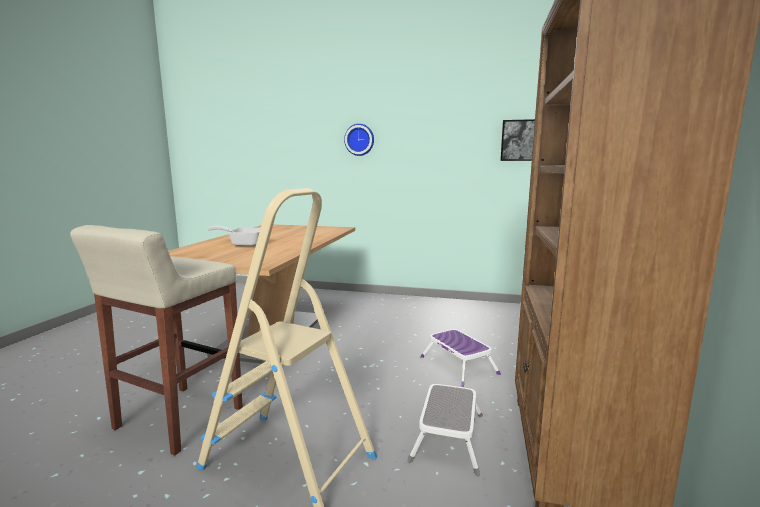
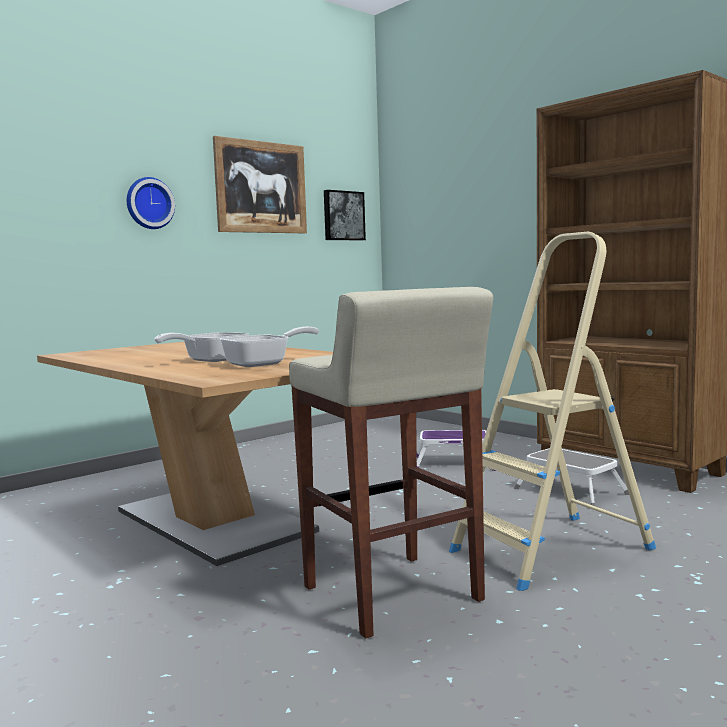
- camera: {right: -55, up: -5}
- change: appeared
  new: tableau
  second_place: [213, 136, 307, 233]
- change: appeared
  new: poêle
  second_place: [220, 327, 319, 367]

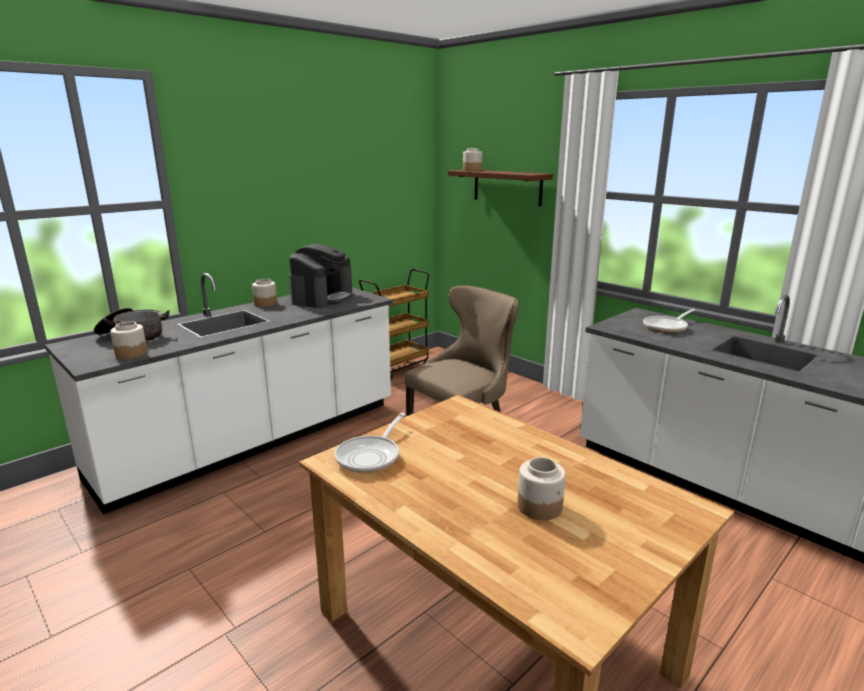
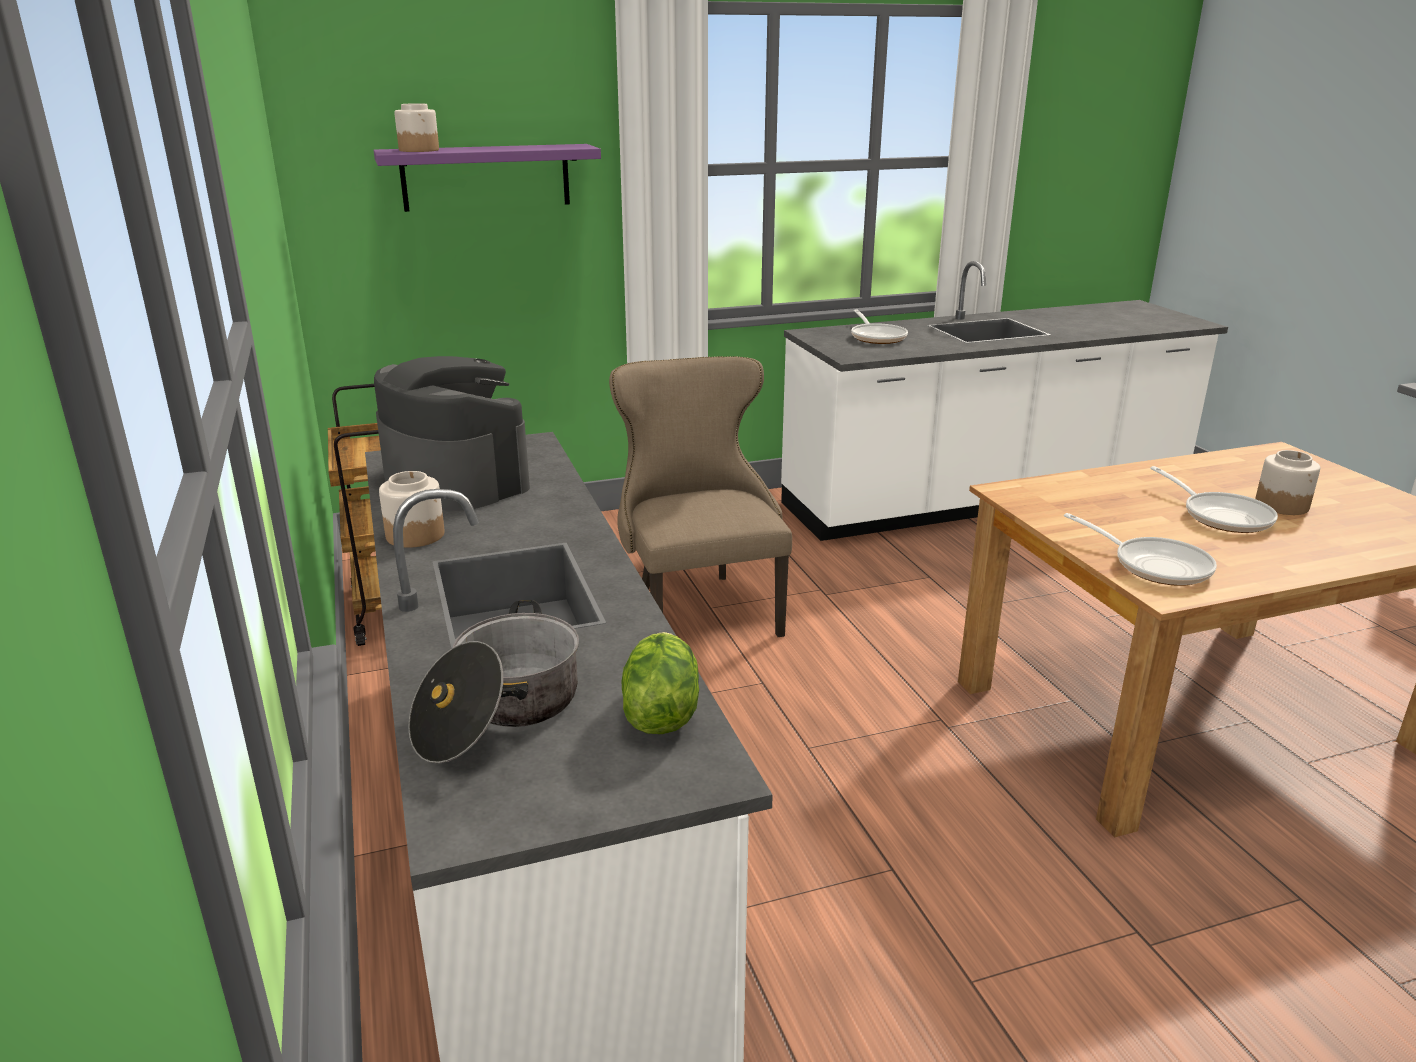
- camera: {right: -65, up: 5}
- change: colour
  old: étagère/marron
  new: étagère/violet
  first_place: [448, 170, 553, 206]
  second_place: [374, 144, 601, 212]
- change: exchanged
  old: bocal
  new: laitue
  first_place: [110, 321, 147, 359]
  second_place: [622, 632, 699, 734]
- change: appeared
  new: poêle
  second_place: [1150, 466, 1278, 533]

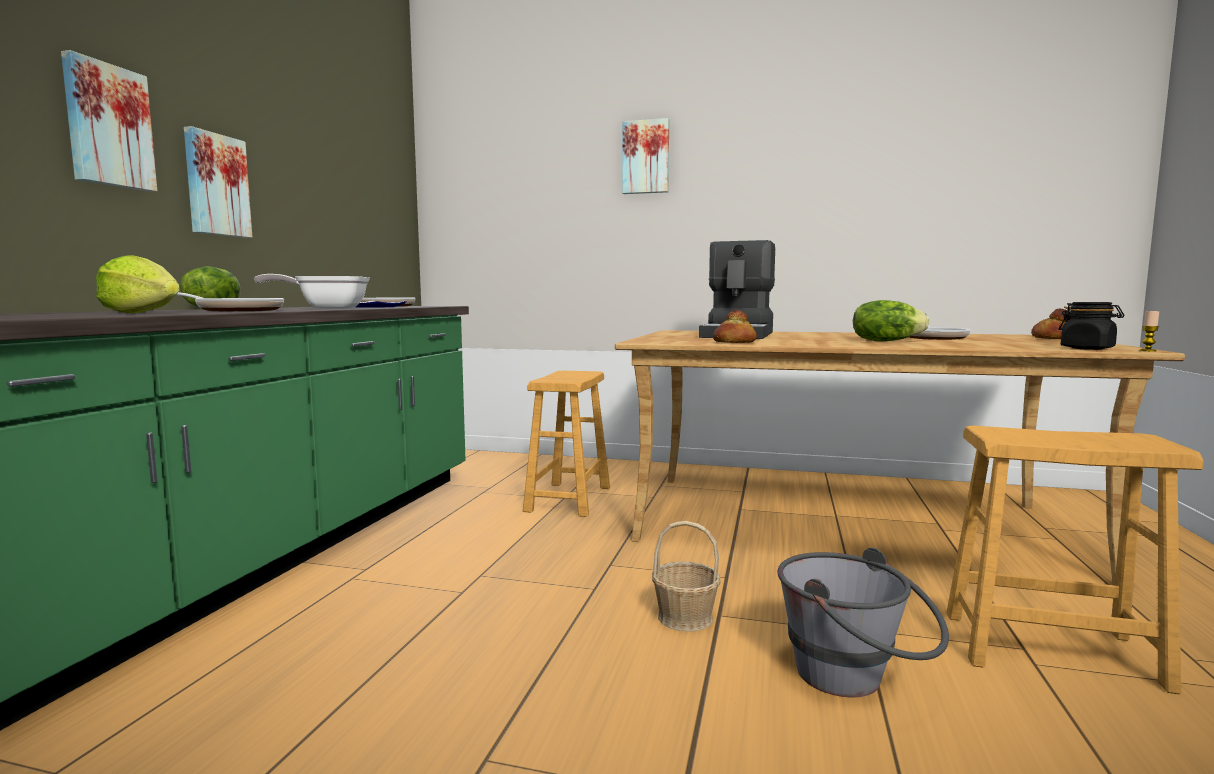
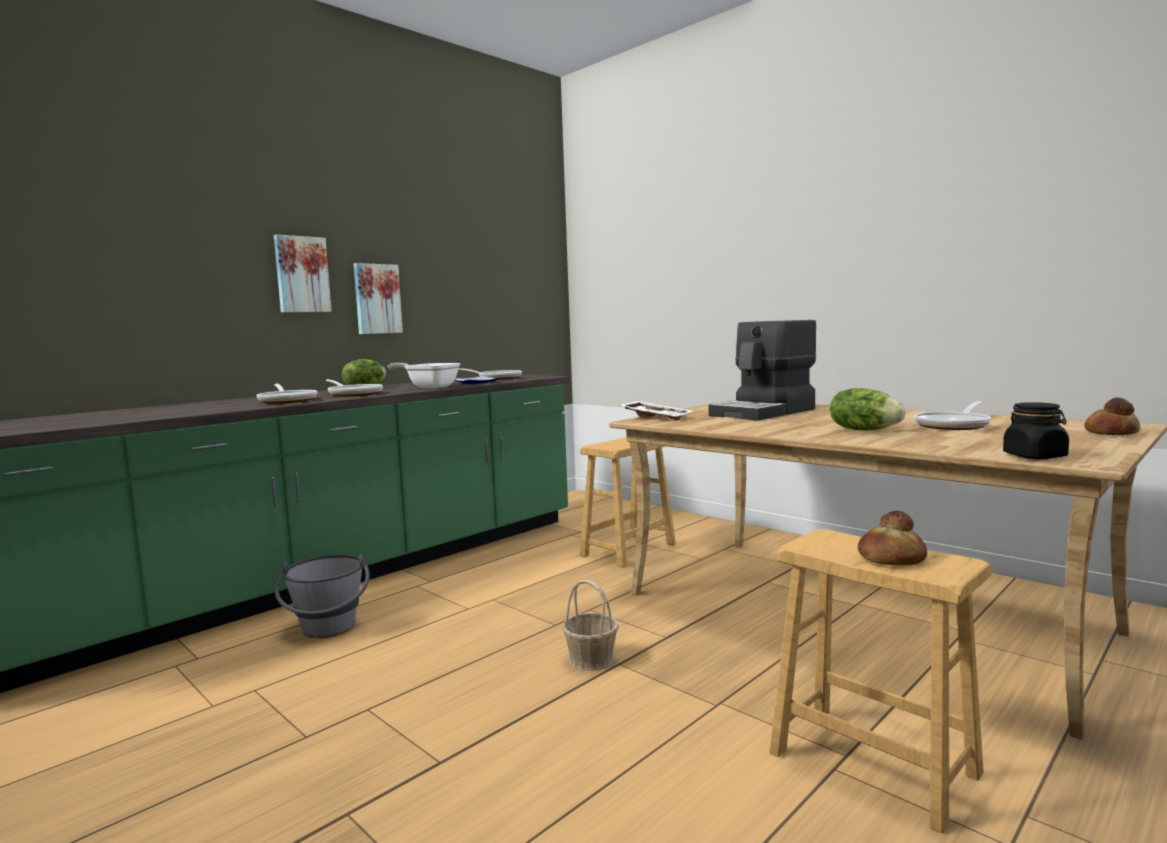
- camera: {right: 30, up: 0}
- change: exchanged
  old: laitue
  new: poêle
  first_place: [96, 255, 180, 313]
  second_place: [257, 384, 317, 404]
- change: relocated
  old: seau/gris
  first_place: [778, 548, 949, 698]
  second_place: [274, 554, 370, 638]
- change: appeared
  new: plateau/blanc
  second_place: [620, 401, 692, 421]
- change: relocated
  old: pain
  first_place: [713, 310, 757, 343]
  second_place: [858, 511, 927, 566]
- change: missing
  old: tableau
  first_place: [622, 118, 669, 194]
- change: missing
  old: bougie
  first_place: [1140, 310, 1160, 351]

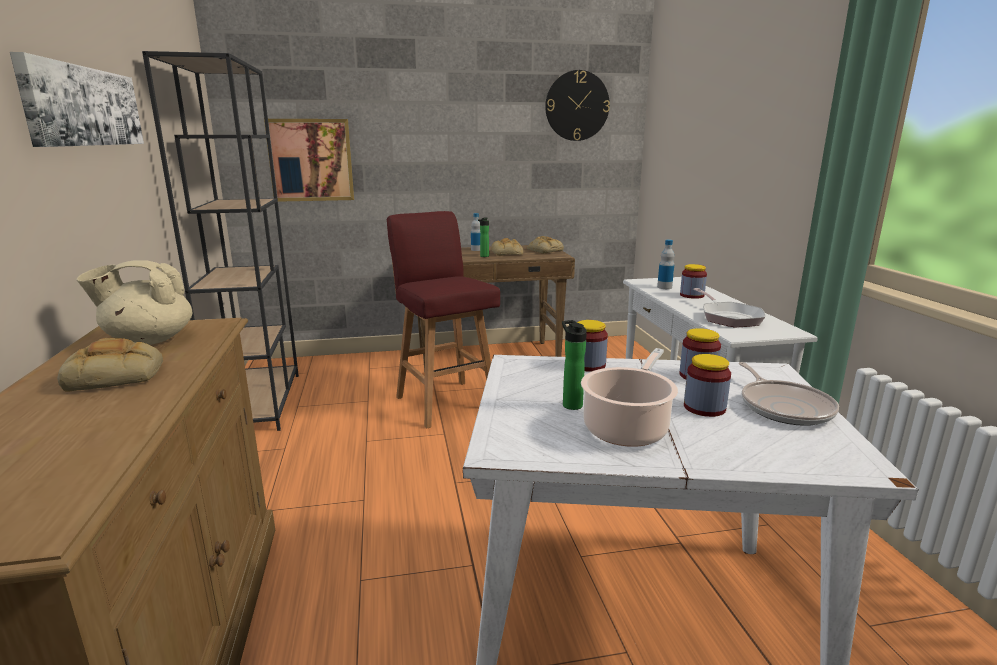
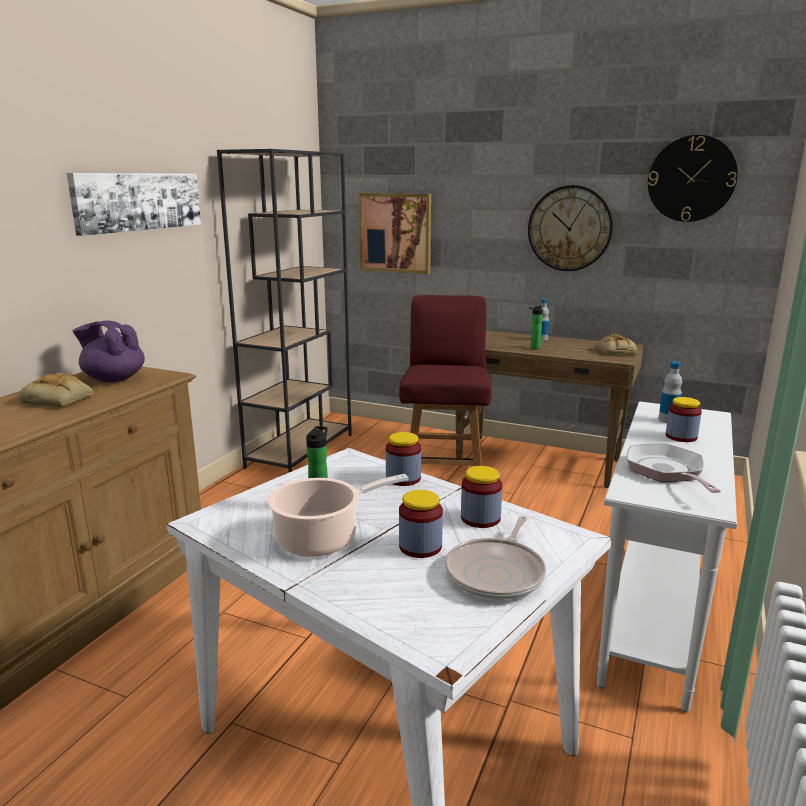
- camera: {right: 35, up: 0}
- change: colour
  old: théière/beige
  new: théière/violet
  first_place: [77, 260, 192, 345]
  second_place: [73, 320, 145, 383]
- change: appeared
  new: horloge murale
  second_place: [528, 185, 613, 271]
- change: spun
  old: poêle
  first_place: [693, 288, 765, 327]
  second_place: [626, 443, 721, 493]
  degrees: 150
- change: missing
  old: pain
  first_place: [491, 238, 523, 256]

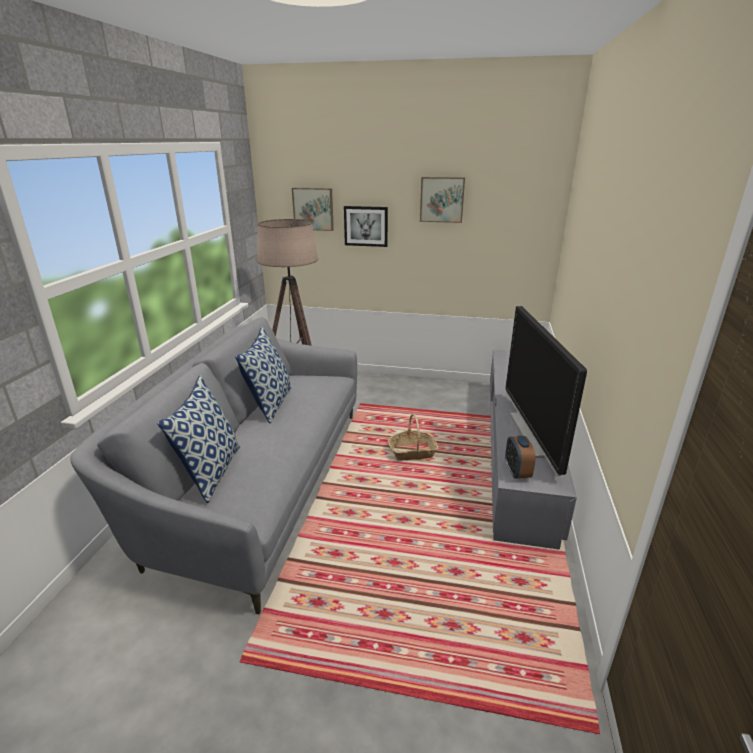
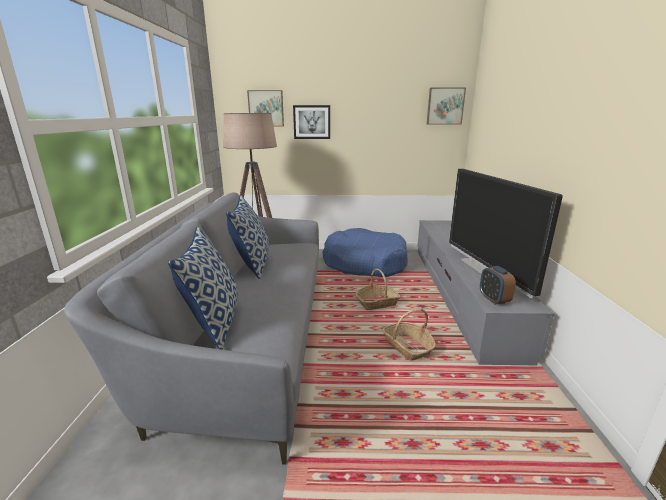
- camera: {right: -10, up: -5}
- change: appeared
  new: panier pour chien/bleu
  second_place: [322, 228, 408, 277]
- change: appeared
  new: panier
  second_place: [382, 309, 436, 361]
- change: relocated
  old: tableau
  first_place: [420, 177, 465, 223]
  second_place: [427, 88, 466, 125]

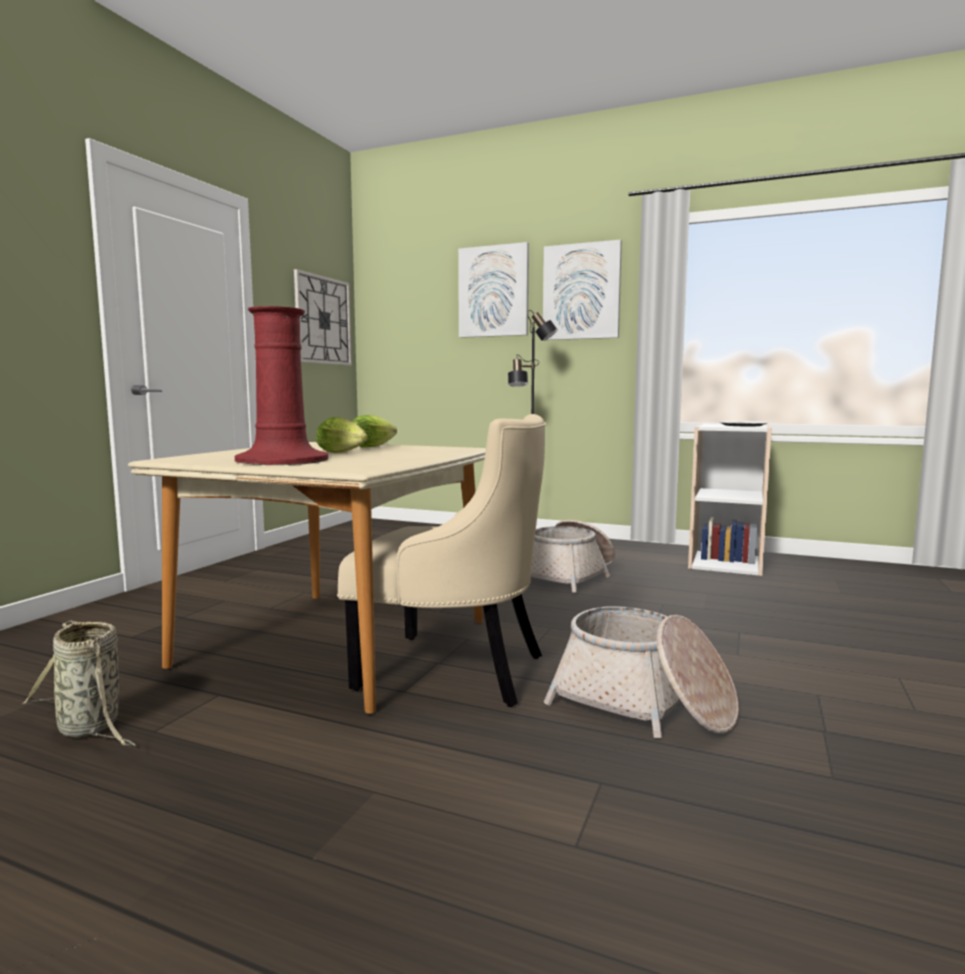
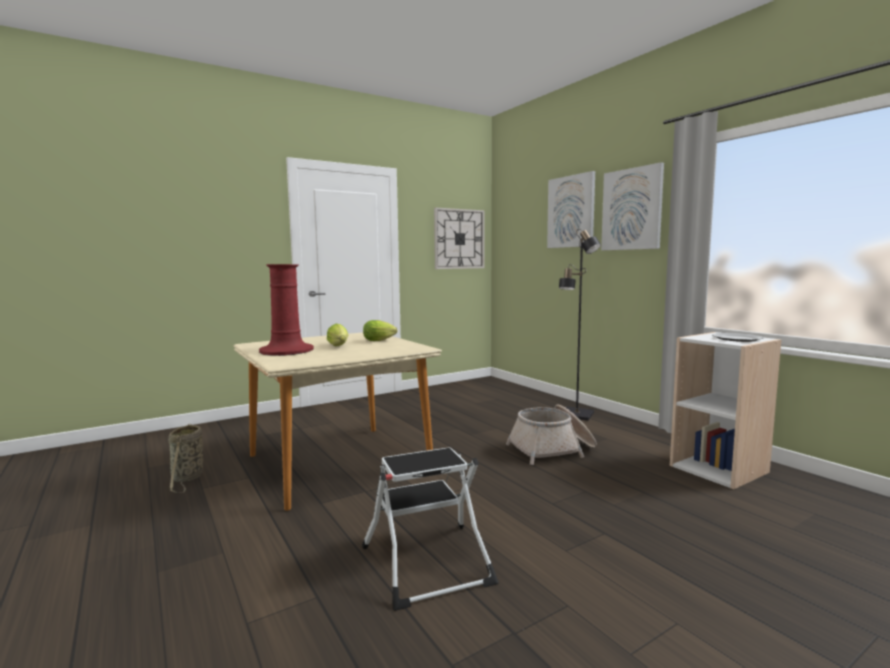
- camera: {right: 35, up: 0}
- change: exchanged
  old: panier
  new: escabeau
  first_place: [544, 606, 739, 738]
  second_place: [362, 448, 499, 611]
- change: missing
  old: chaise/beige
  first_place: [337, 414, 546, 707]

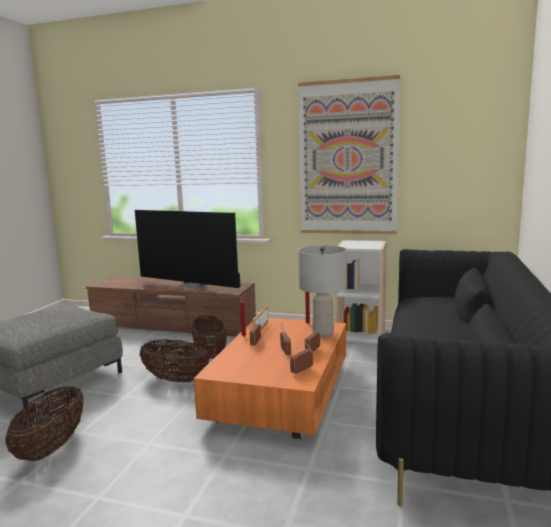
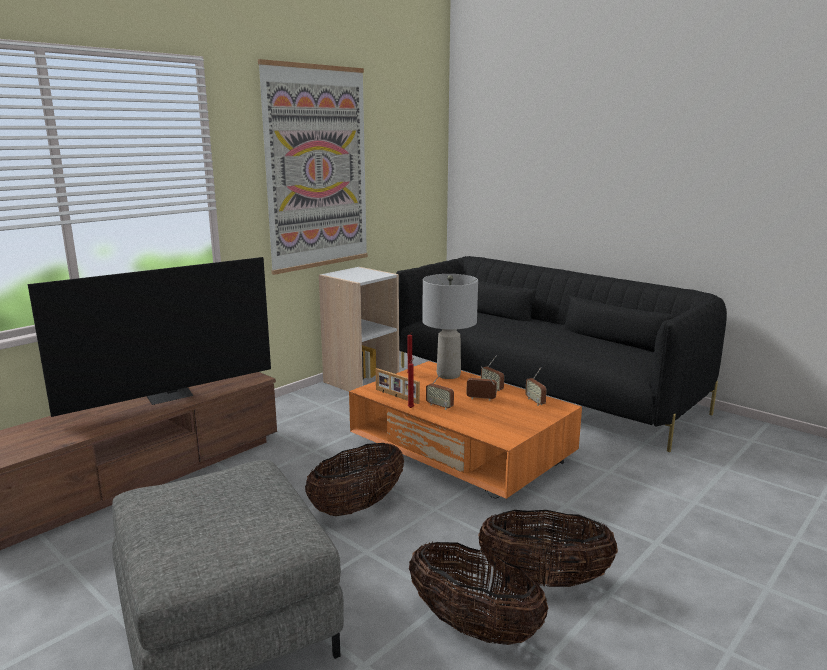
- camera: {right: -65, up: 5}
- change: relocated
  old: panier
  first_place: [192, 315, 227, 359]
  second_place: [478, 510, 618, 587]

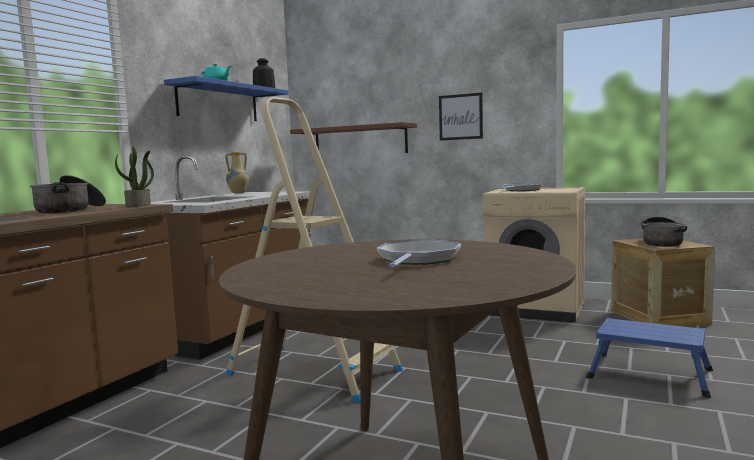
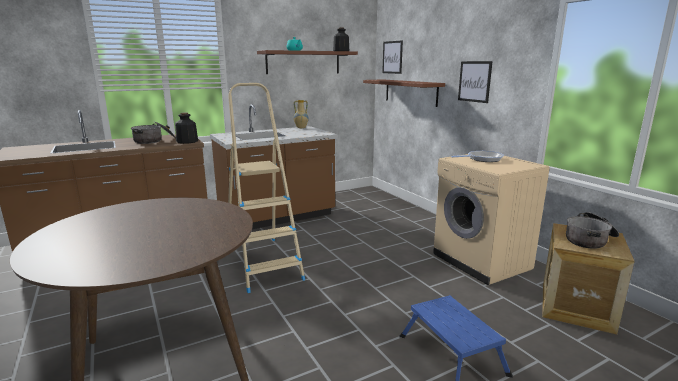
- camera: {right: 35, up: 10}
- change: exchanged
  old: plante en pot
  new: bouteille
  first_place: [115, 146, 154, 207]
  second_place: [175, 113, 198, 144]
- change: colour
  old: étagère/bleu
  new: étagère/marron
  first_place: [164, 76, 289, 121]
  second_place: [257, 50, 358, 74]
- change: appeared
  new: tableau
  second_place: [382, 40, 403, 74]
- change: missing
  old: poêle
  first_place: [377, 240, 461, 267]

